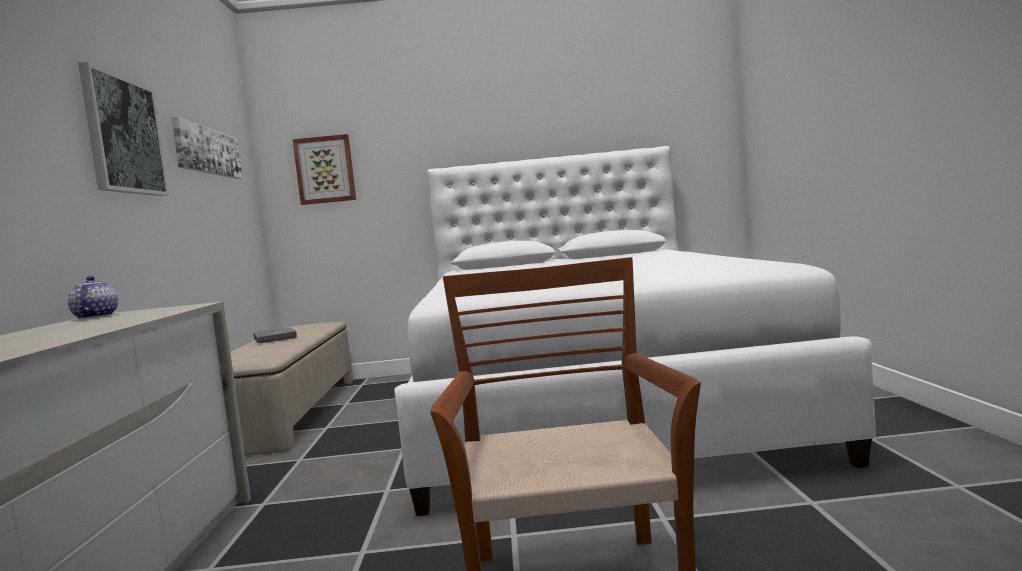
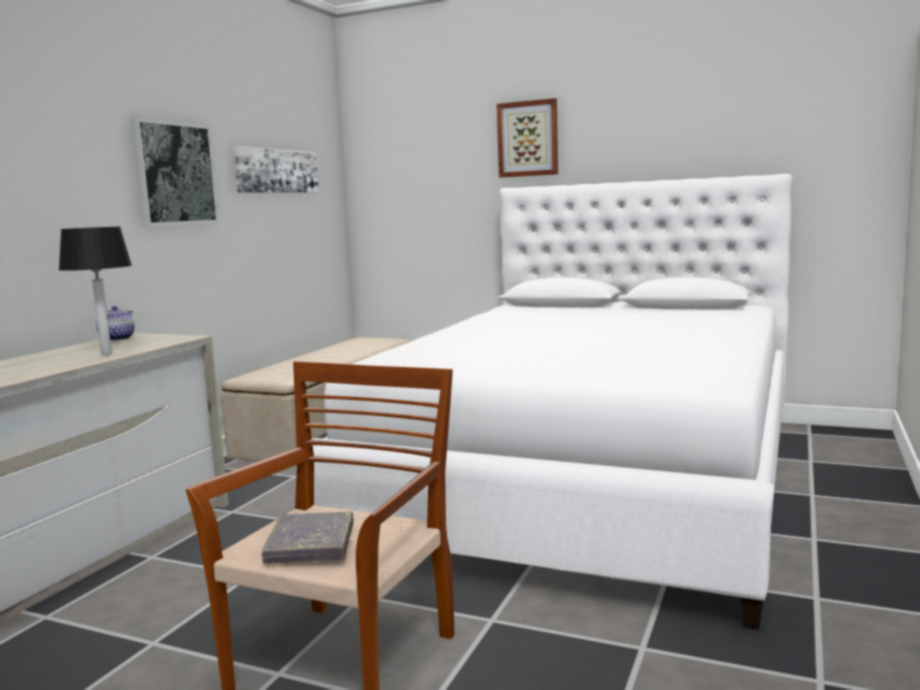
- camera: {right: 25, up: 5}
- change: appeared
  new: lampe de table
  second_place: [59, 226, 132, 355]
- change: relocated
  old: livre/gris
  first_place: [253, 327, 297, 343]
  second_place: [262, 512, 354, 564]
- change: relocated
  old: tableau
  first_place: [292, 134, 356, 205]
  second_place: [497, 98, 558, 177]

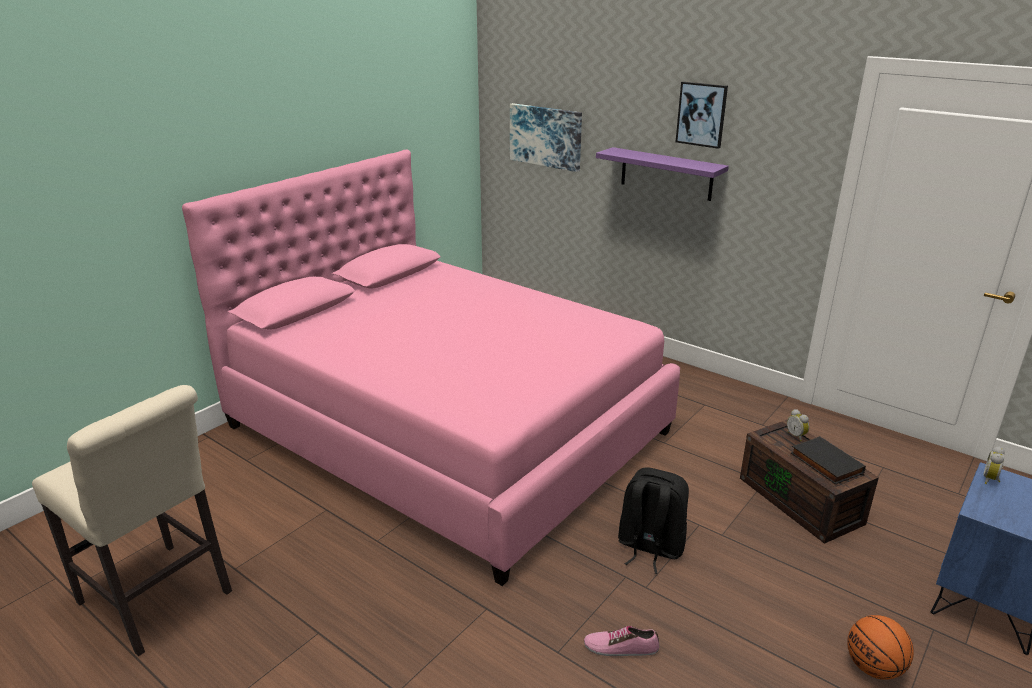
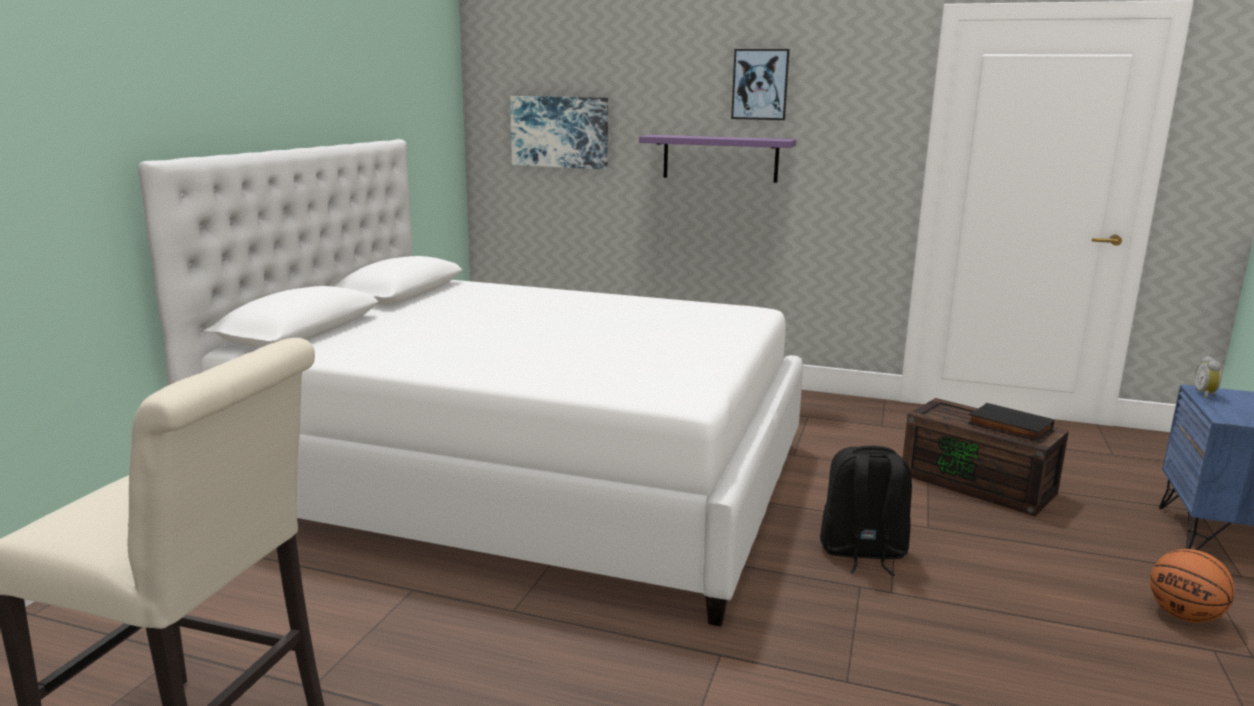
- camera: {right: -20, up: -10}
- change: colour
  old: lit/rose
  new: lit/blanc
  first_place: [182, 150, 680, 586]
  second_place: [138, 139, 803, 627]
- change: missing
  old: chaussure
  first_place: [584, 626, 659, 656]
- change: missing
  old: réveil
  first_place: [787, 409, 809, 441]

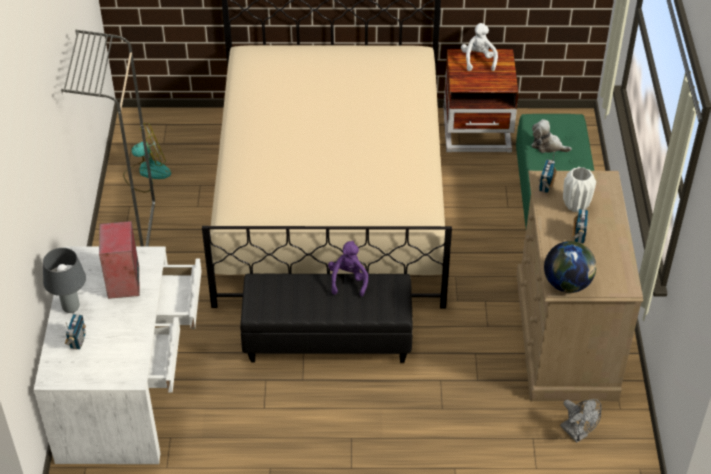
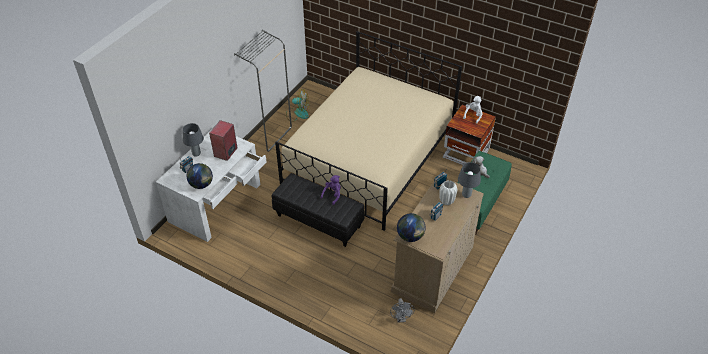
- camera: {right: 30, up: 0}
- change: appeared
  new: globe
  second_place: [186, 163, 213, 189]
- change: appeared
  new: lampe de table/gris
  second_place: [458, 162, 481, 198]

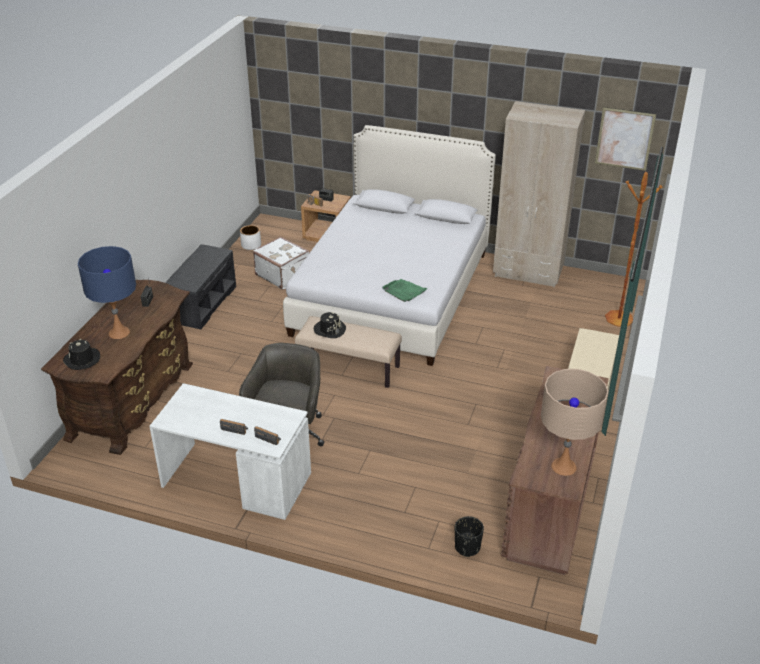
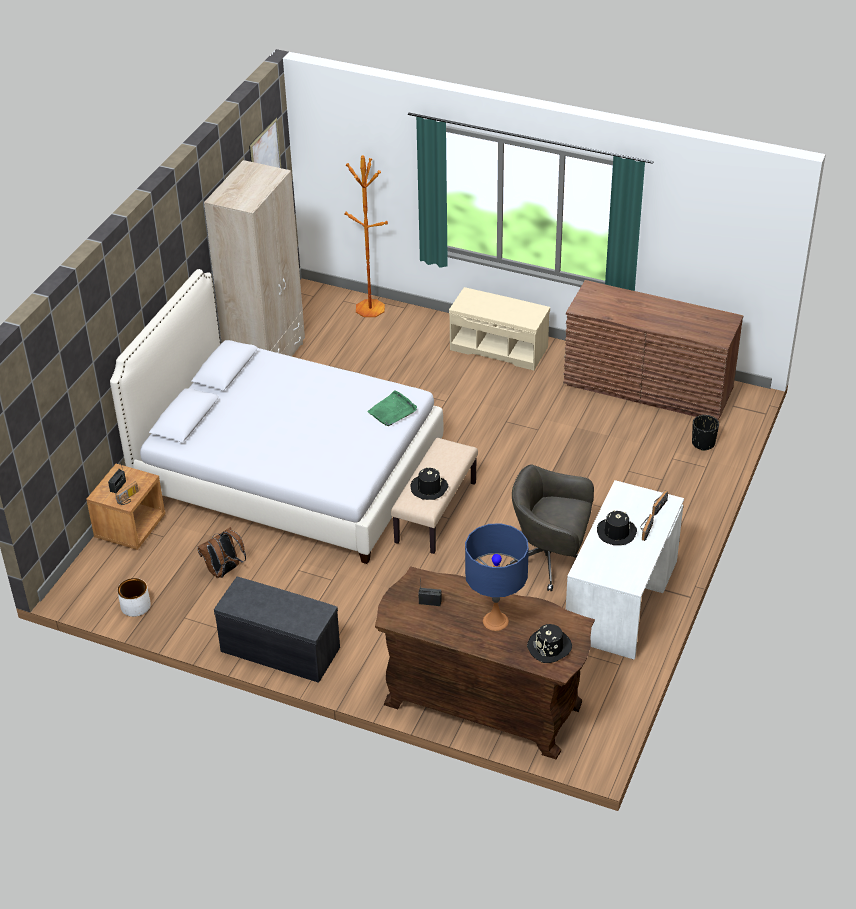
- camera: {right: -85, up: 5}
- change: exchanged
  old: valise/blanc
  new: sac à dos/marron
  first_place: [253, 236, 310, 290]
  second_place: [197, 527, 246, 578]
- change: appeared
  new: chapeau/noir
  second_place: [597, 510, 637, 545]
- change: missing
  old: lampe de table/beige
  first_place: [541, 369, 608, 476]

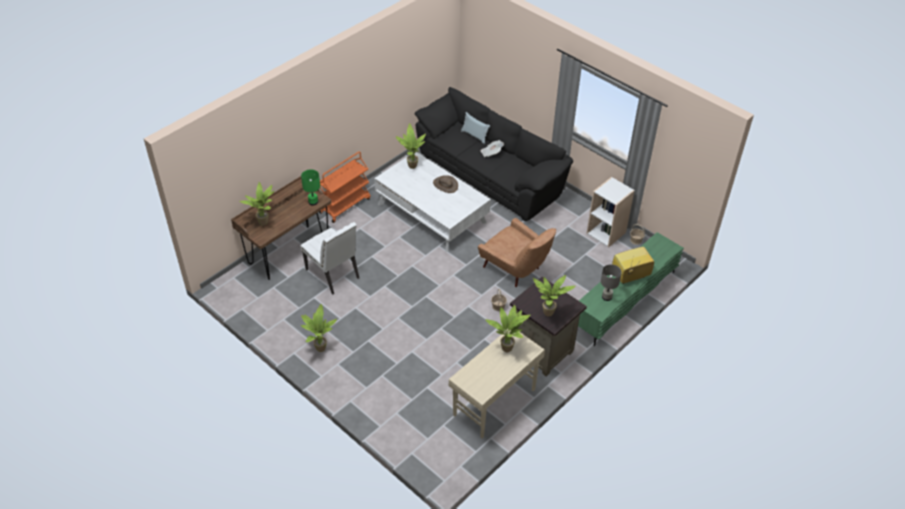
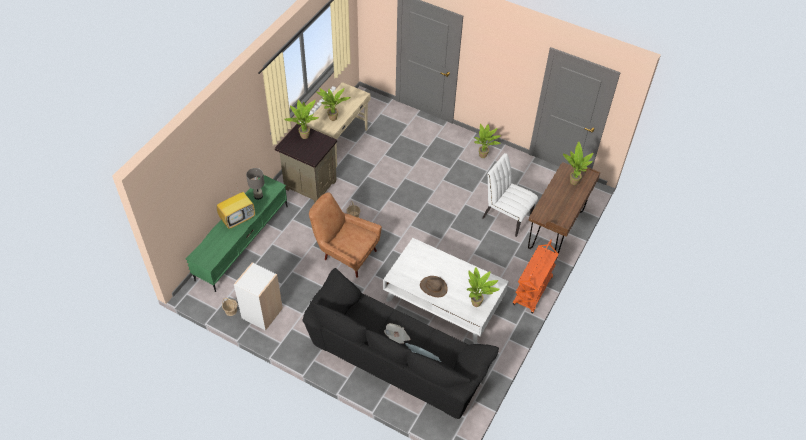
- camera: {right: 165, up: 5}
- change: missing
  old: lampe de table/vert
  first_place: [301, 169, 320, 206]

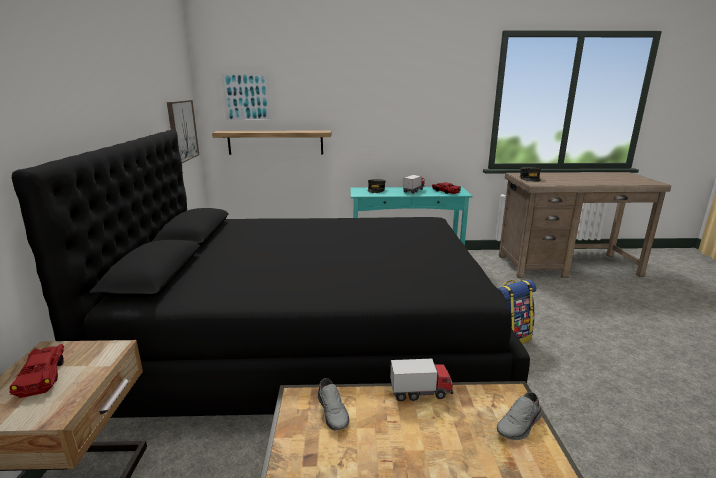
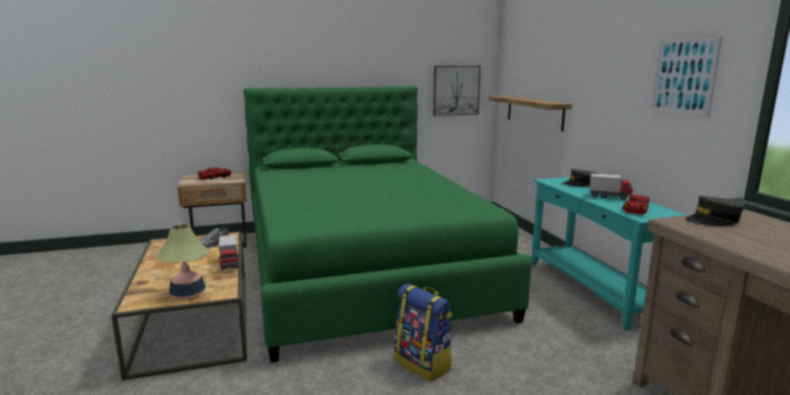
- camera: {right: 75, up: -5}
- change: exchanged
  old: chaussure/gris
  new: lampe de table
  first_place: [497, 392, 542, 440]
  second_place: [156, 224, 210, 299]
- change: colour
  old: lit/noir
  new: lit/vert
  first_place: [12, 130, 530, 418]
  second_place: [244, 86, 532, 363]
- change: relocated
  old: tableau
  first_place: [220, 73, 271, 122]
  second_place: [650, 37, 722, 117]

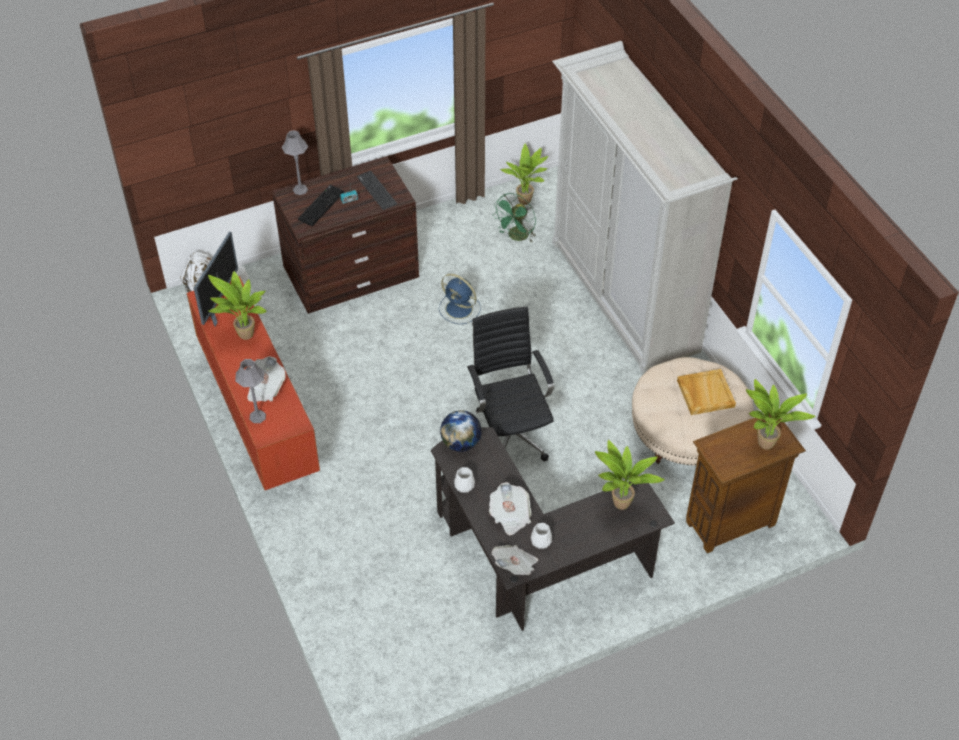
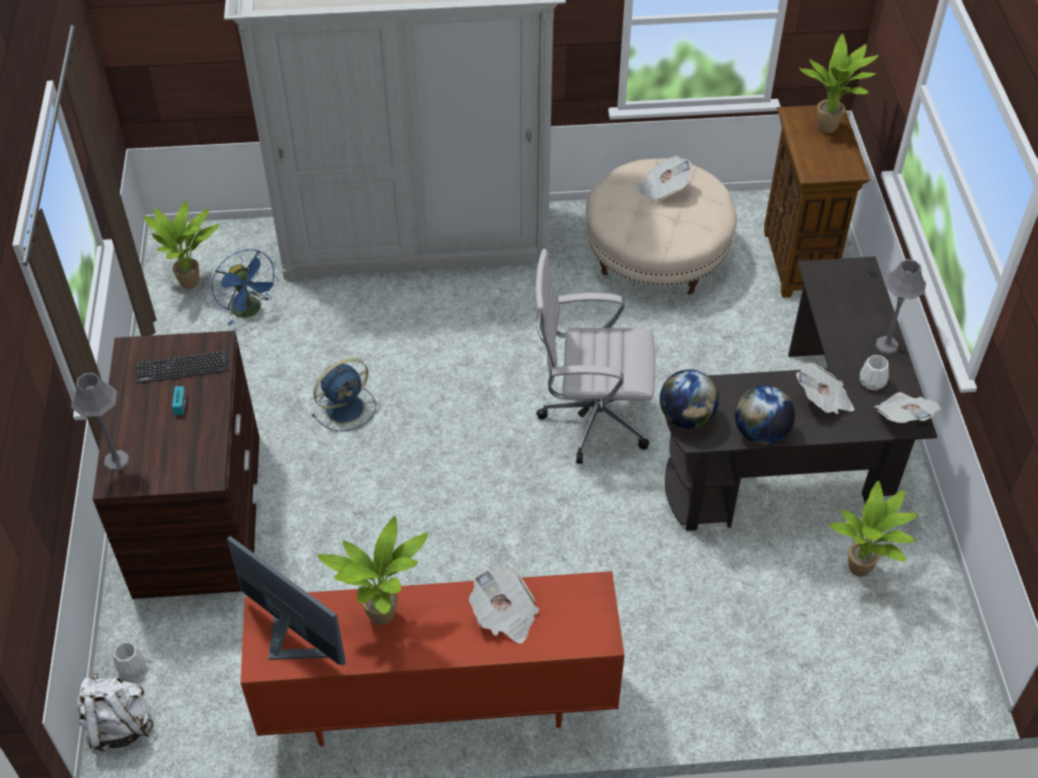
- camera: {right: -70, up: 0}
- change: colour
  old: ventilateur/vert
  new: ventilateur/bleu
  first_place: [493, 193, 536, 242]
  second_place: [212, 249, 279, 326]
- change: colour
  old: chaise de bureau/noir
  new: chaise de bureau/blanc
  first_place: [467, 307, 554, 461]
  second_place: [535, 249, 655, 464]
- change: exchanged
  old: plateau/beige
  new: journal
  first_place: [677, 369, 736, 415]
  second_place: [636, 156, 692, 202]
- change: exchanged
  old: vase/blanc
  new: globe
  first_place: [454, 467, 475, 493]
  second_place: [735, 385, 795, 445]
- change: relocated
  old: plante en pot
  first_place: [595, 440, 665, 510]
  second_place: [829, 481, 918, 577]
- change: relocated
  old: lampe de table/gris
  first_place: [235, 359, 266, 423]
  second_place: [876, 259, 926, 354]
- change: missing
  old: clavier
  first_place: [298, 185, 344, 226]

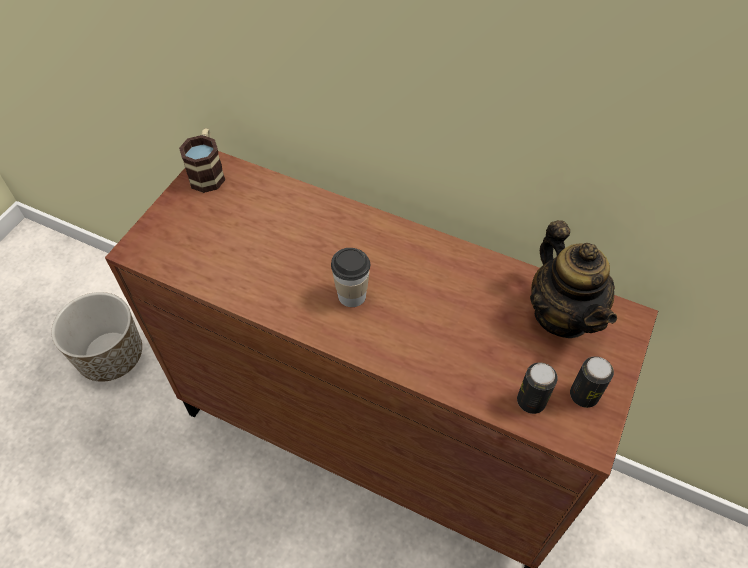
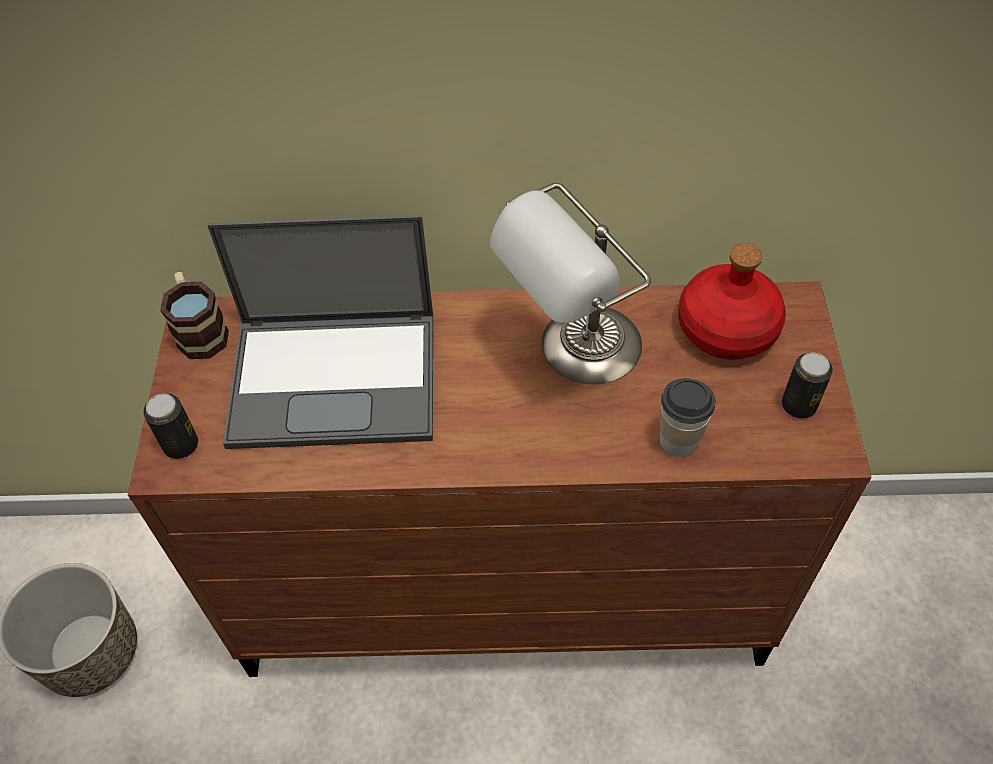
- camera: {right: -25, up: 0}
- change: relocated
  old: boîte métallique
  first_place: [517, 363, 558, 414]
  second_place: [143, 393, 198, 459]
- change: appeared
  new: ordinateur portable
  second_place: [207, 215, 433, 449]
- change: appeared
  new: lampe de table/blanc
  second_place: [490, 183, 651, 384]
- change: relocated
  old: tasse
  first_place: [331, 248, 370, 307]
  second_place: [660, 378, 715, 457]
- change: exchanged
  old: théière
  new: bouteille/rouge
  first_place: [530, 220, 617, 338]
  second_place: [678, 243, 786, 360]

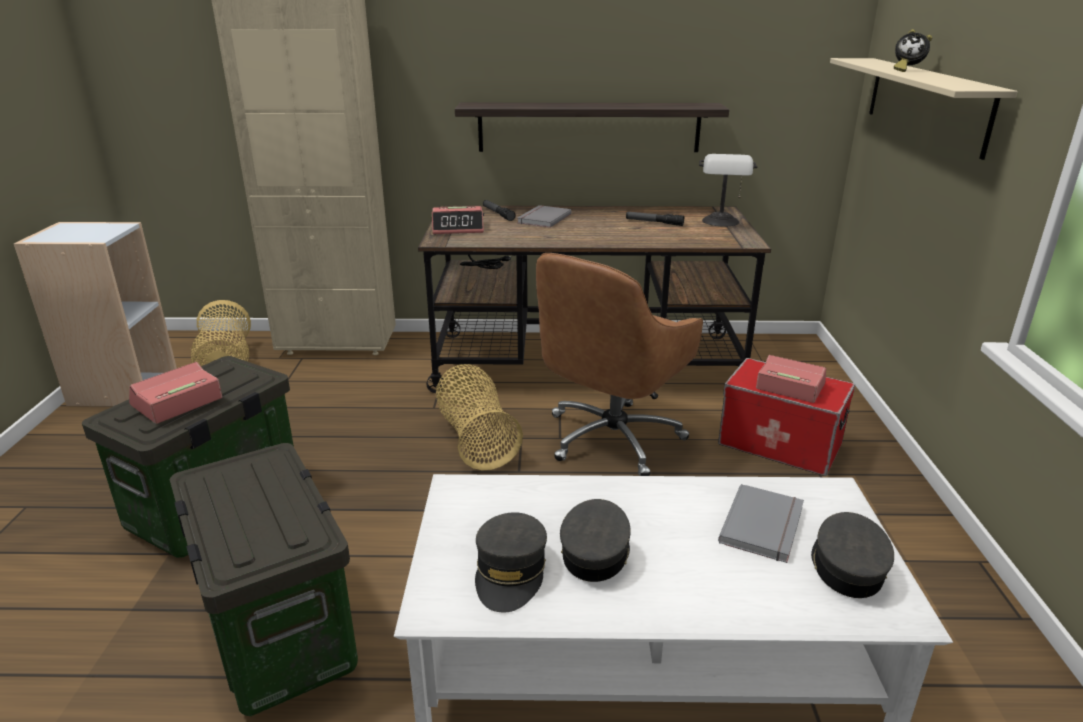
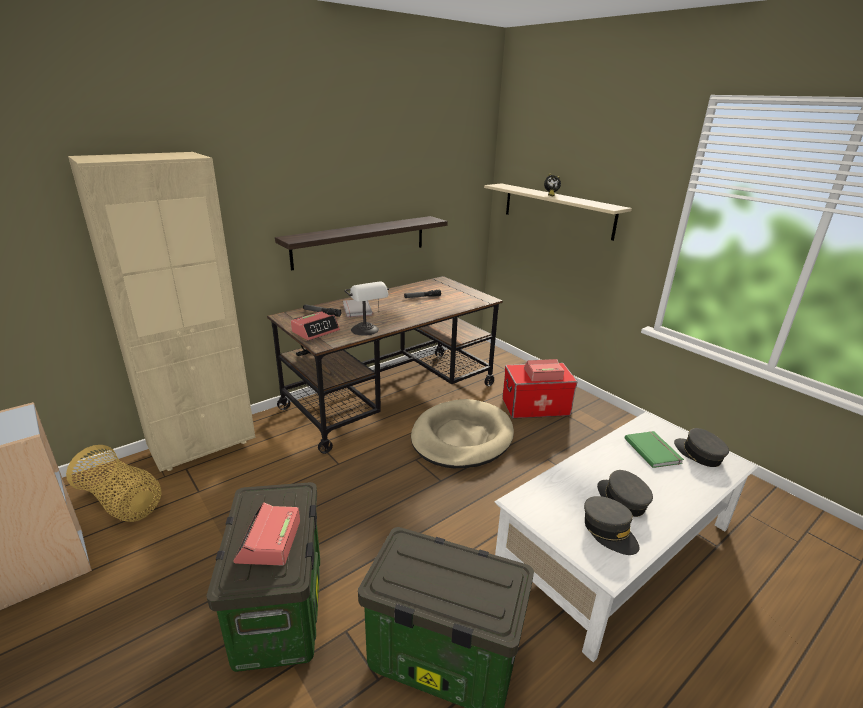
- camera: {right: -40, up: 0}
- change: relocated
  old: lampe de table
  first_place: [699, 154, 757, 227]
  second_place: [344, 282, 389, 336]
- change: exchanged
  old: chaise de bureau/marron
  new: panier pour chien/beige
  first_place: [536, 253, 703, 476]
  second_place: [411, 399, 514, 468]
- change: colour
  old: livre/gris
  new: livre/vert
  first_place: [718, 484, 804, 563]
  second_place: [625, 431, 684, 468]
- change: missing
  old: panier
  first_place: [436, 364, 523, 470]

